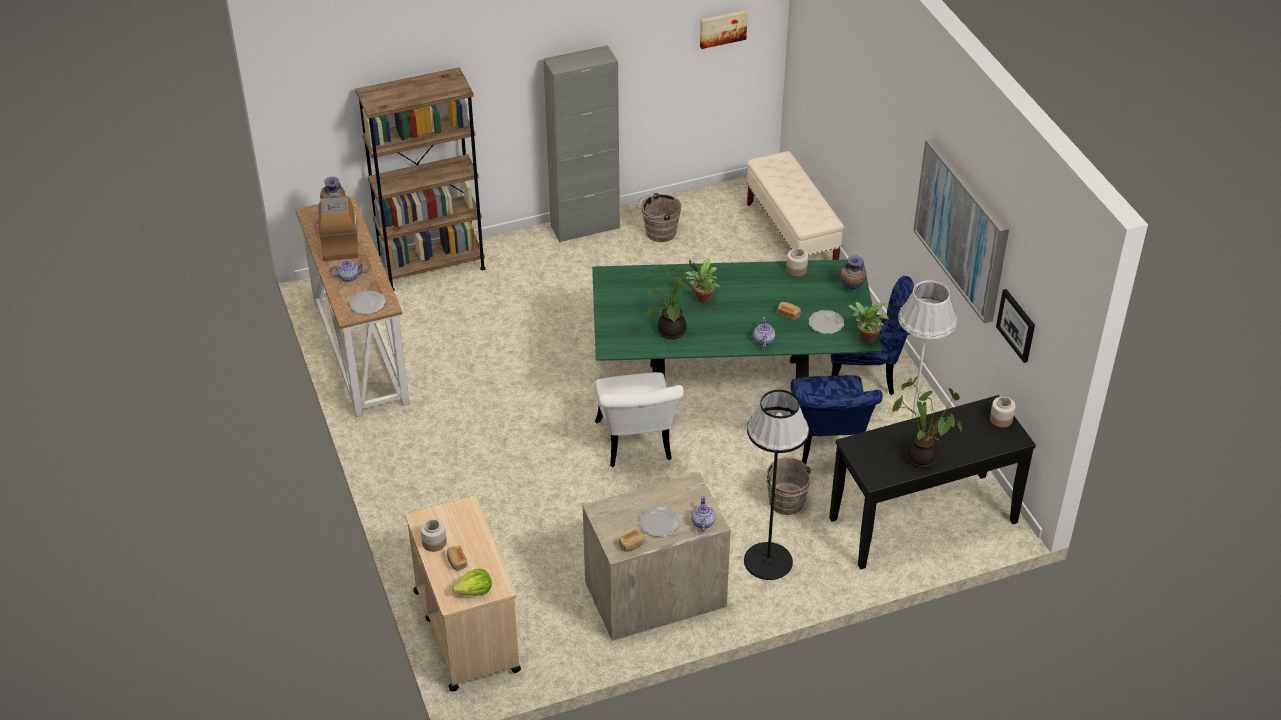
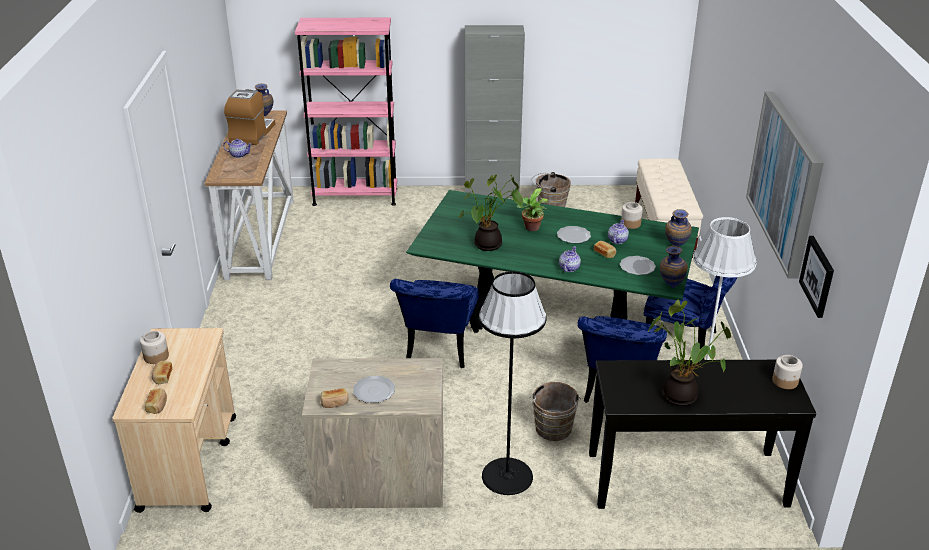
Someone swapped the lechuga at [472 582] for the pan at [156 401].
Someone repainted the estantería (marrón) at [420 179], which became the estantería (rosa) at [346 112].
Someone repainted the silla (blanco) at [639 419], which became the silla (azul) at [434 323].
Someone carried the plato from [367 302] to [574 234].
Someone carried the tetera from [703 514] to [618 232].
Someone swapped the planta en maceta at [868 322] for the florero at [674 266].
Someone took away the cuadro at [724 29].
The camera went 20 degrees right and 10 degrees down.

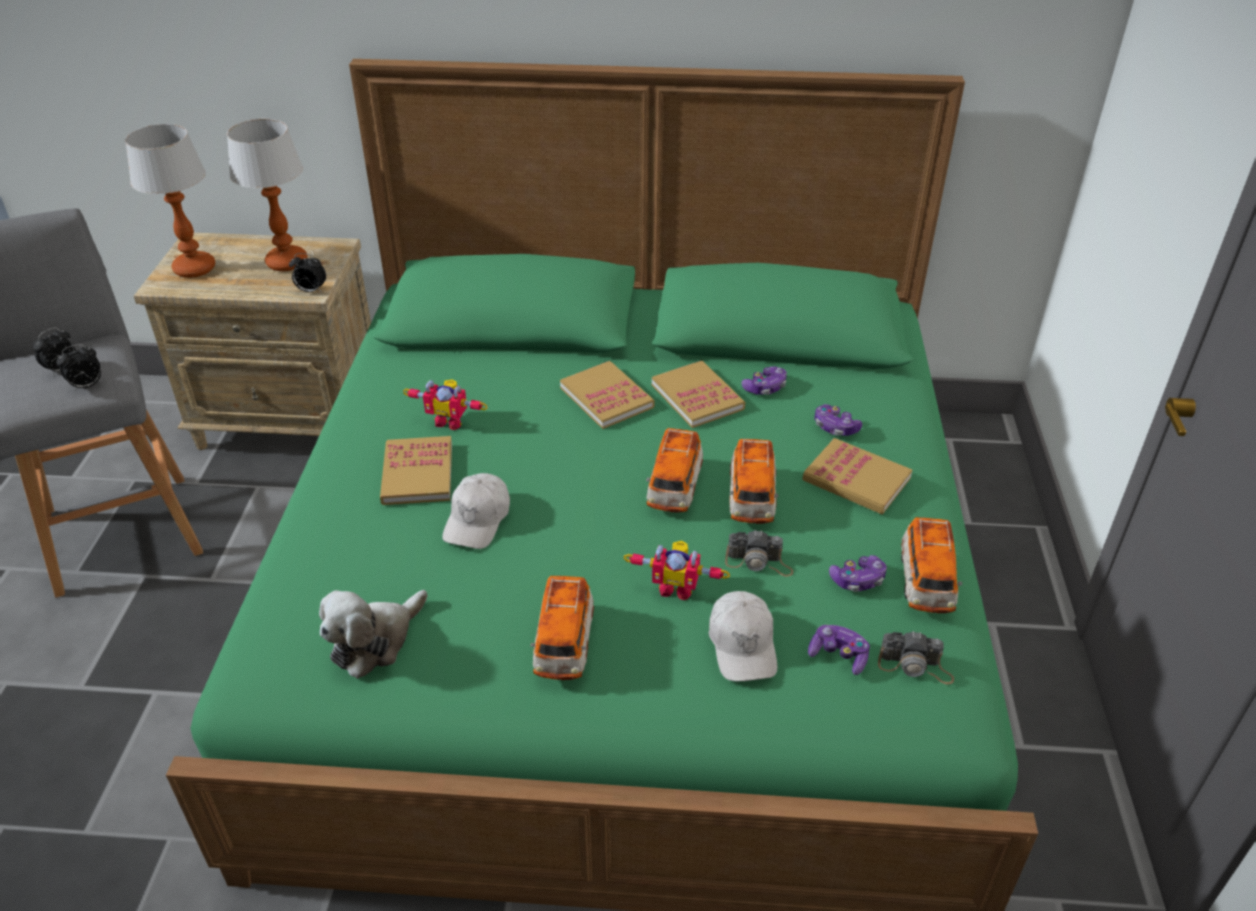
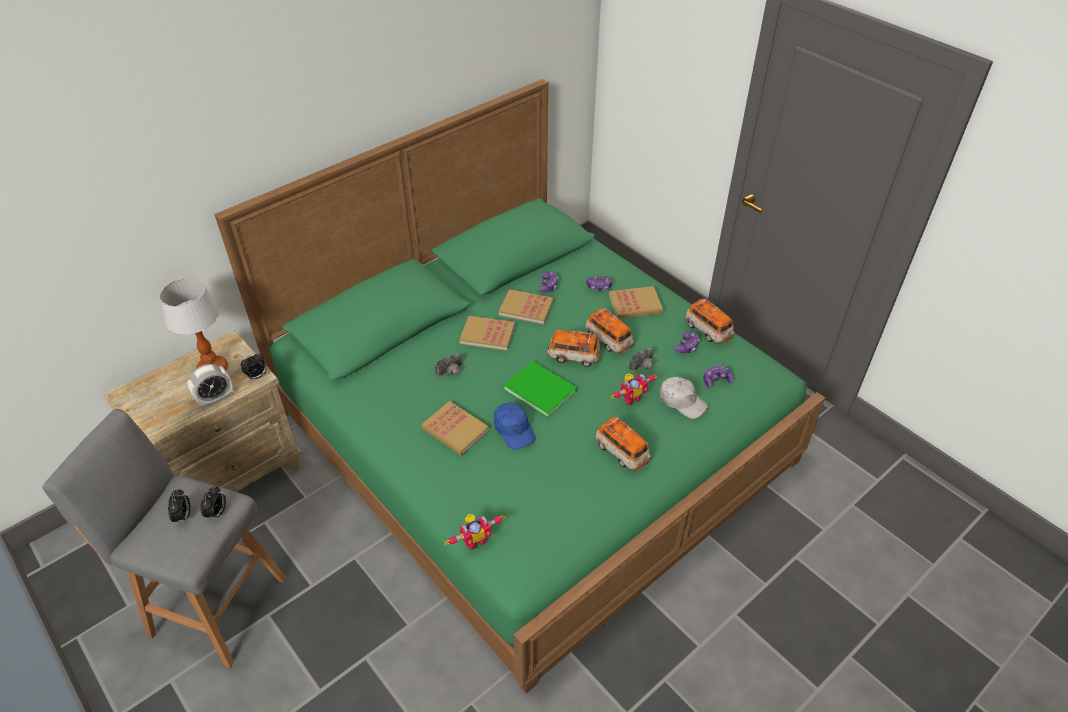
Someone put down the despertador at [210 385].
Someone carried the cámara from [916 657] to [453 366].
Someone carried the robot de juguete from [445 404] to [475 532].
Someone repainted the gorra (blanco) at [476 511], which became the gorra (azul) at [515 426].
Someone put down the libro (verde) at [540 389].
Someone rotated the coche de juguete at [674 470] by 135 degrees clockwise.
Someone took away the lámpara de mesa at [170 201].
Someone took away the peluche at [373 634].
The camera went 45 degrees left and 5 degrees up.

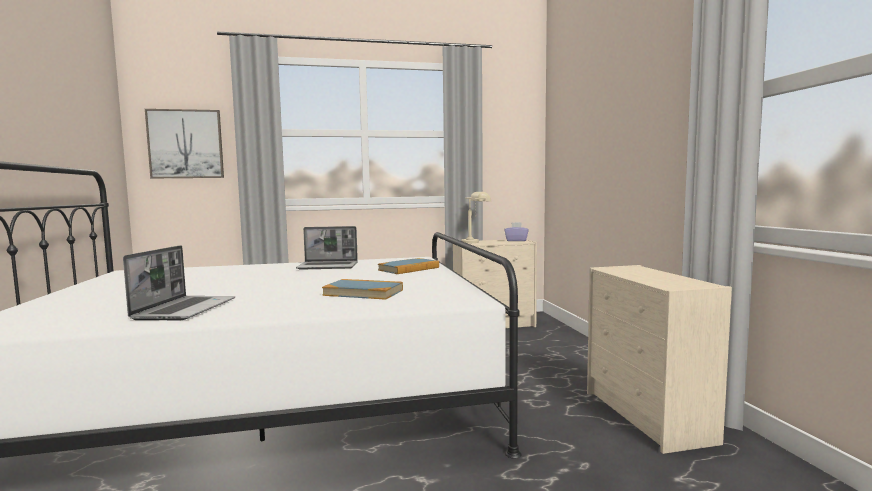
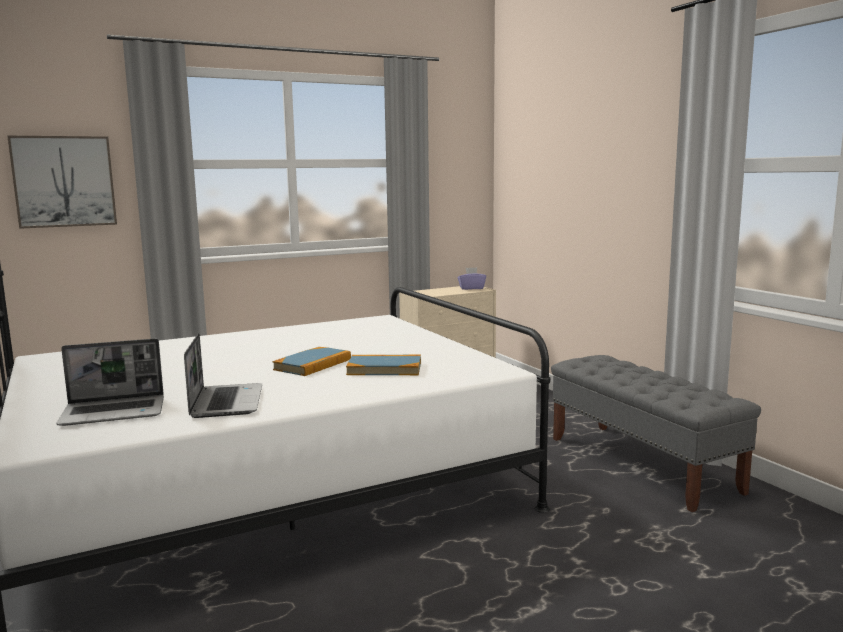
Someone carried the portátil from [327 248] to [110 382].
Someone carried the libro from [408 266] to [312 361].
Someone swapped the cómoda (beis) at [659 359] for the banco (gris) at [656 433].
Someone took away the lámpara de mesa (beis) at [476 217].
The camera went 15 degrees left and 5 degrees up.

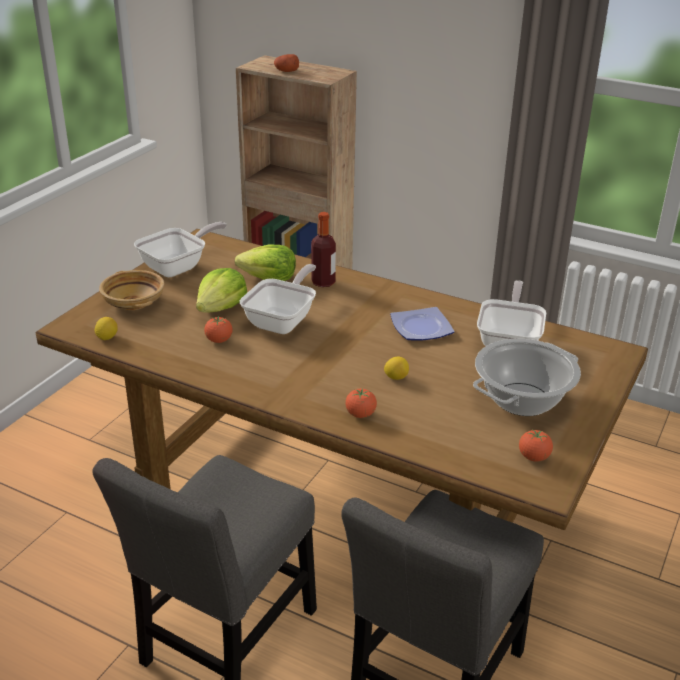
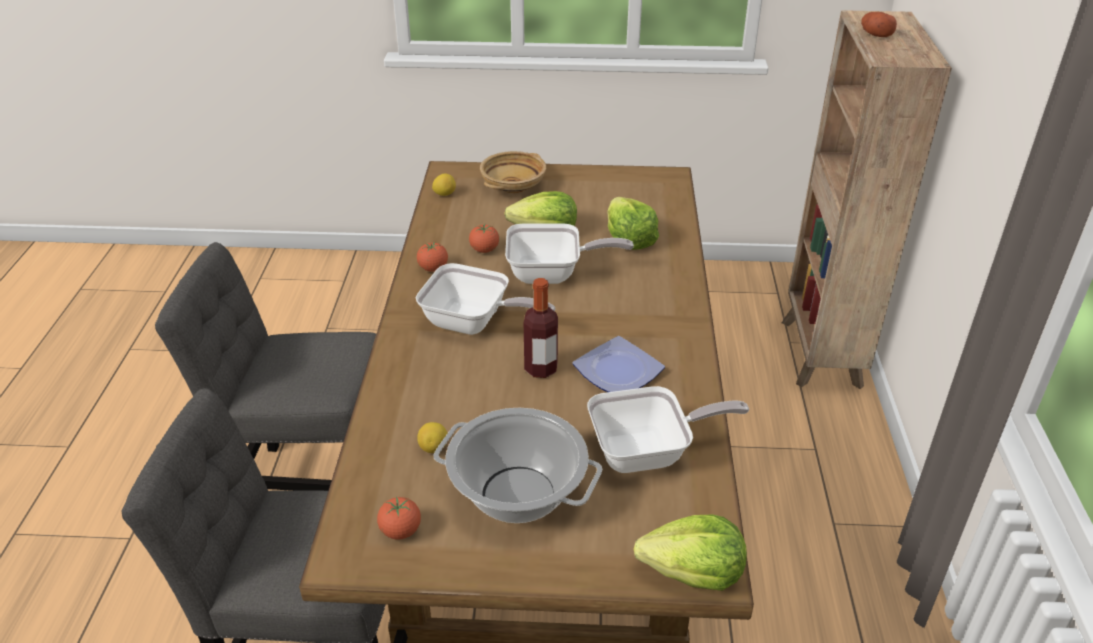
Someone carried the sartén from [180 249] to [485 299].
Someone carried the tomate from [361 403] to [432 257].
Someone carried the limón from [396 368] to [432 437].
Someone carried the botella from [323 249] to [541 328].
Someone put down the lechuga at [690 553].
The camera went 65 degrees right and 5 degrees up.

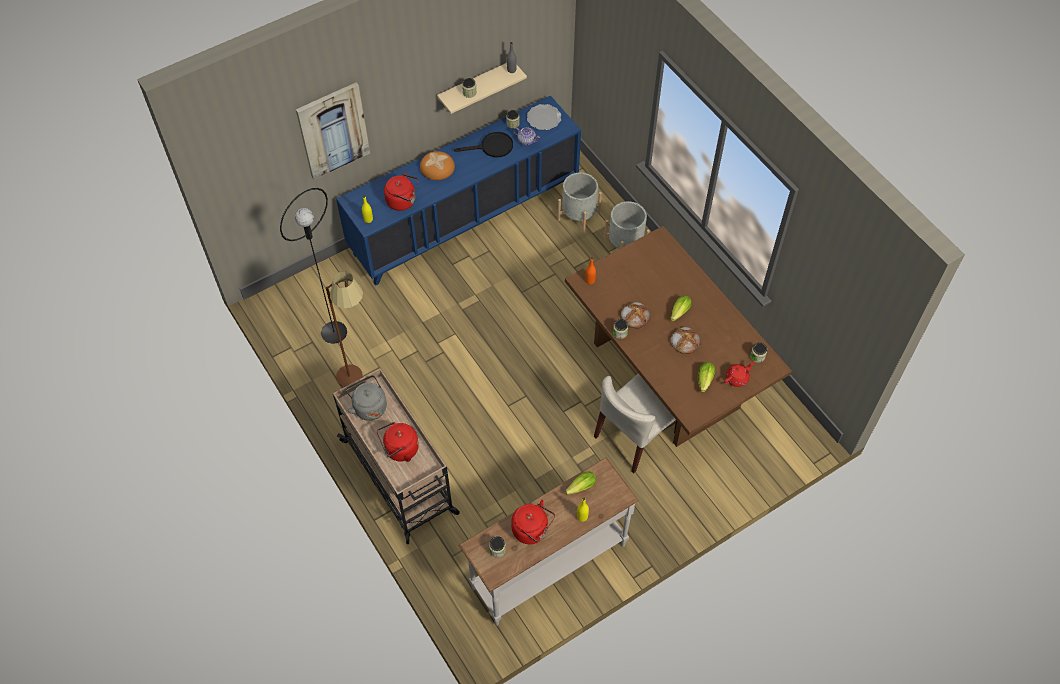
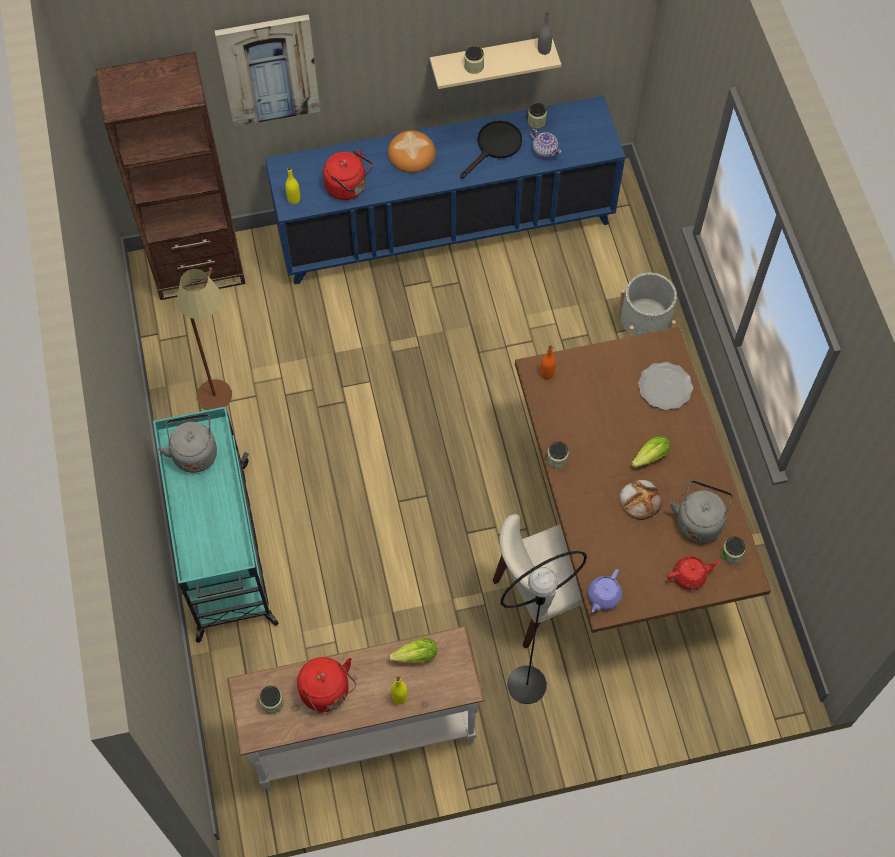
Someone put down the estantería (marrón) at [171 176].
Someone repainted the carrito (beis) at [396 456], which became the carrito (turquesa) at [216 524].
Someone rotated the sartén (negro) at [483 144] by 60 degrees counterclockwise.
Someone carried the lámpara de pie (negro) from [313 266] to [544 627].
Someone put down the tetera (morado) at [605 590].
Someone carried the plato from [544 117] to [665 386].
Someone put down the hervidor (gris) at [701 511].
Someone took away the hervidor (rojo) at [398 442].
Someone took away the maceta (gris) at [580 202].
Someone took away the pan at [635 315].
Someone took away the lechuga at [706 377].
The camera went 20 degrees right and 5 degrees up.

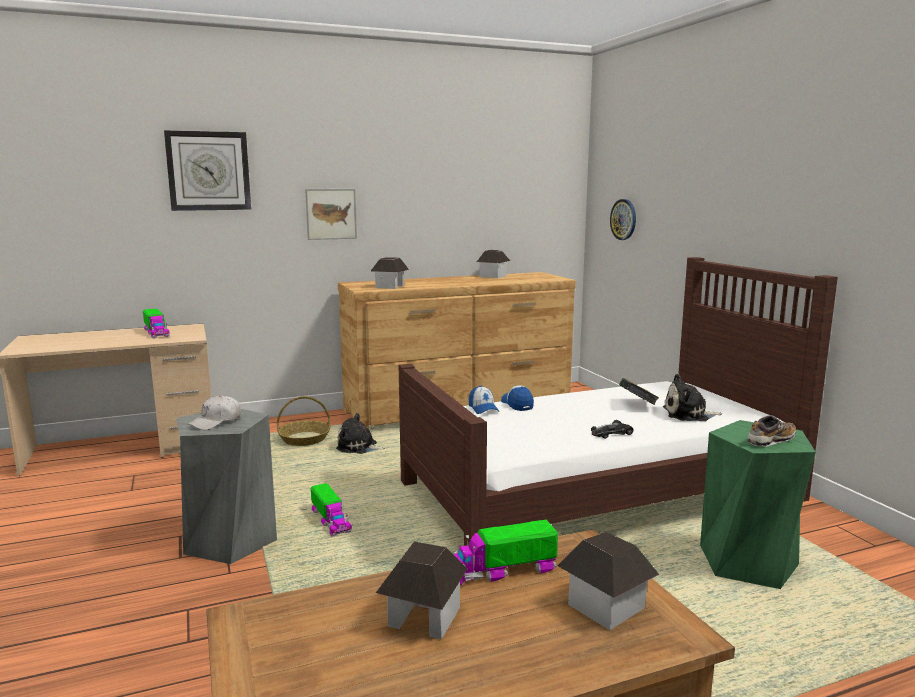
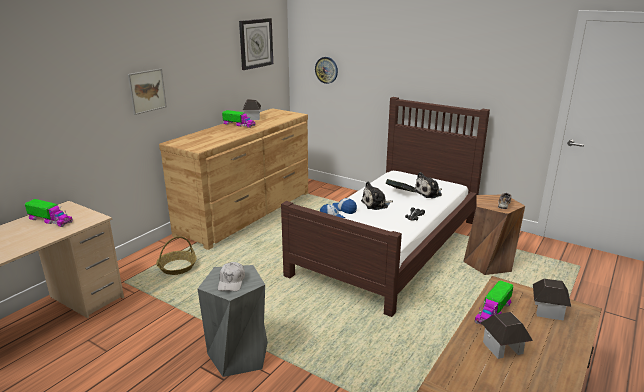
Someone carried the camión de juguete from [331 510] to [239 119].
Someone carried the reloj de pared from [207 170] to [256 44].
Someone carried the peluche from [360 433] to [377 195].
Someone repainted the taburete (verde) at [758 504], which became the taburete (marrón) at [494 235].
Someone took away the casita at [390 273].
The camera went 35 degrees left and 10 degrees up.

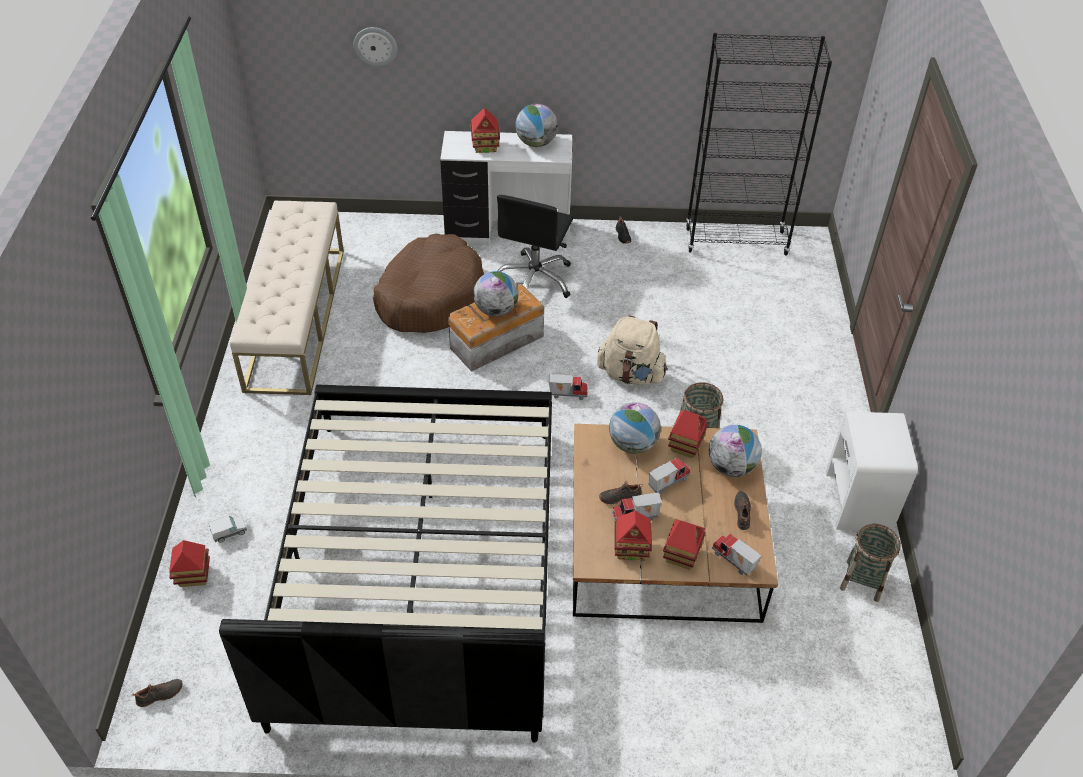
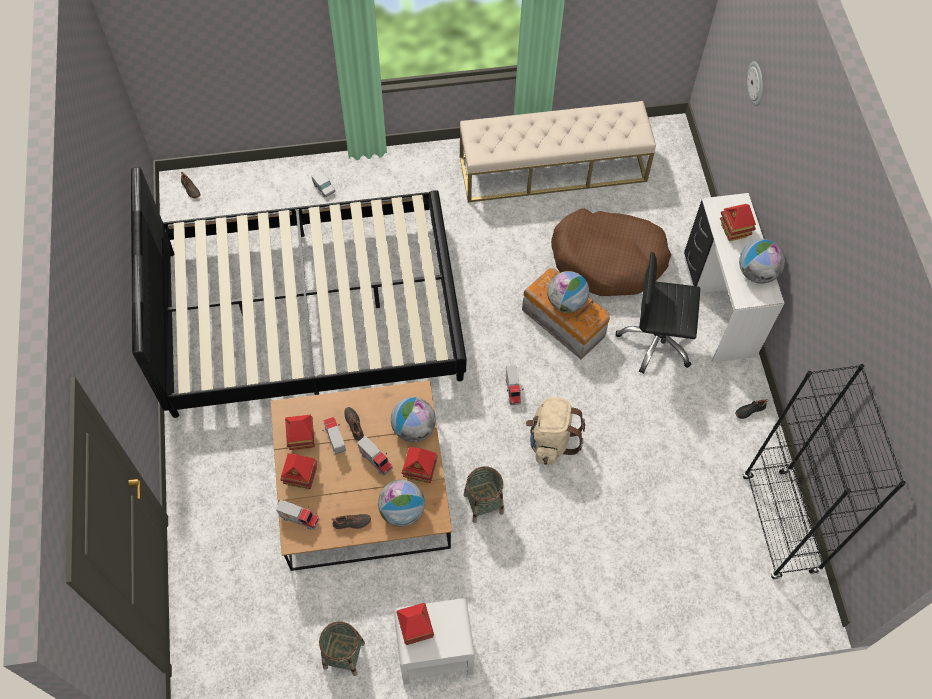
Someone rotated the camión de juguete at [736 555] by 75 degrees clockwise.
Someone carried the casita from [189 563] to [415 624].
The camera went 80 degrees right and 15 degrees up.

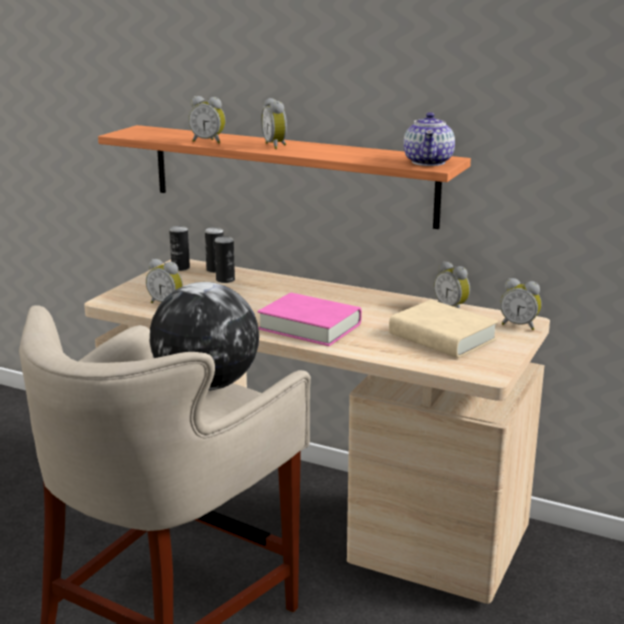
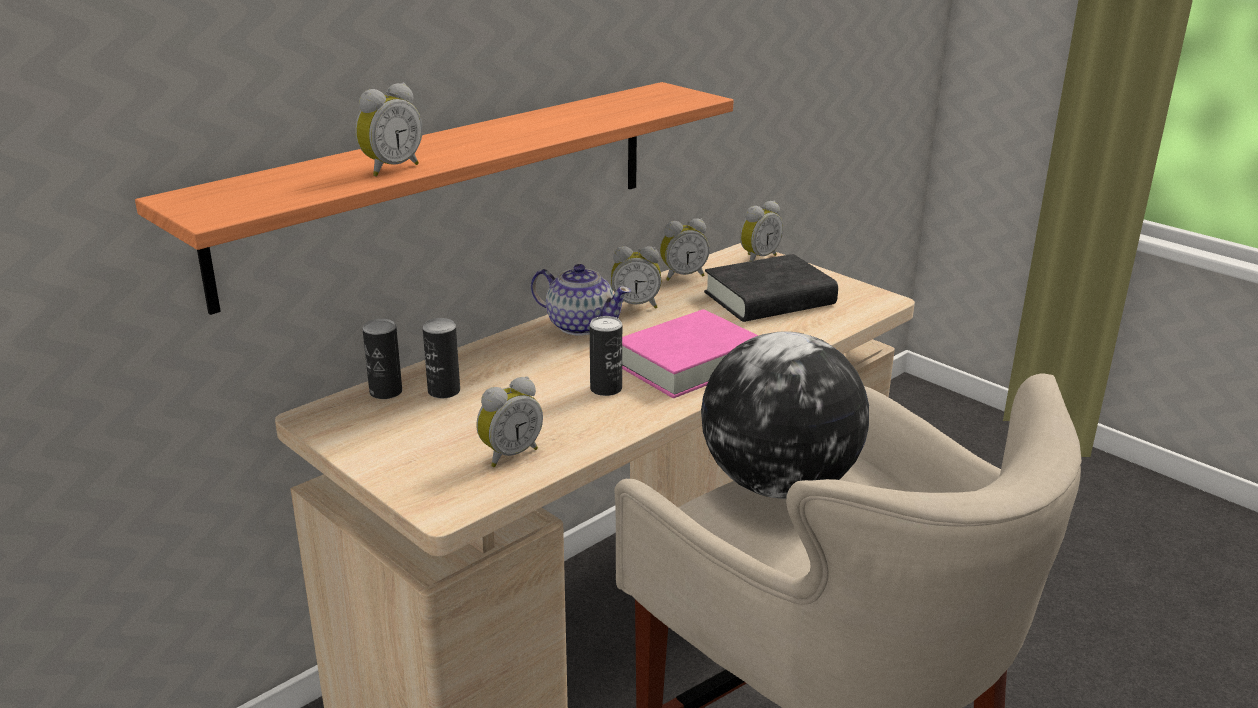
Someone carried the tetera from [429 139] to [581 300].
Someone carried the lata from [179 248] to [606 356].
Someone carried the despertador from [274 123] to [636 277].
Someone repainted the libro (beis) at [443 329], which became the libro (negro) at [771 288].
The camera went 70 degrees left and 5 degrees up.

